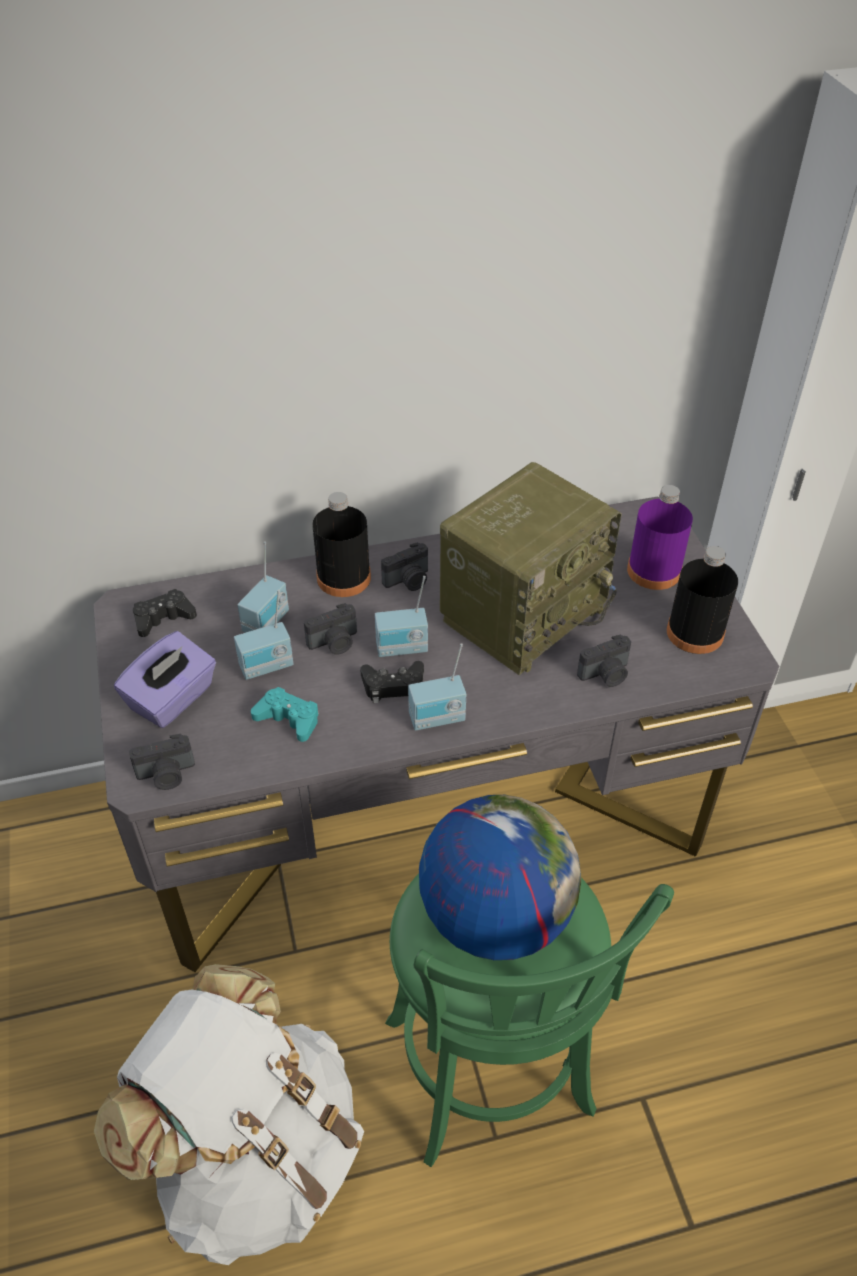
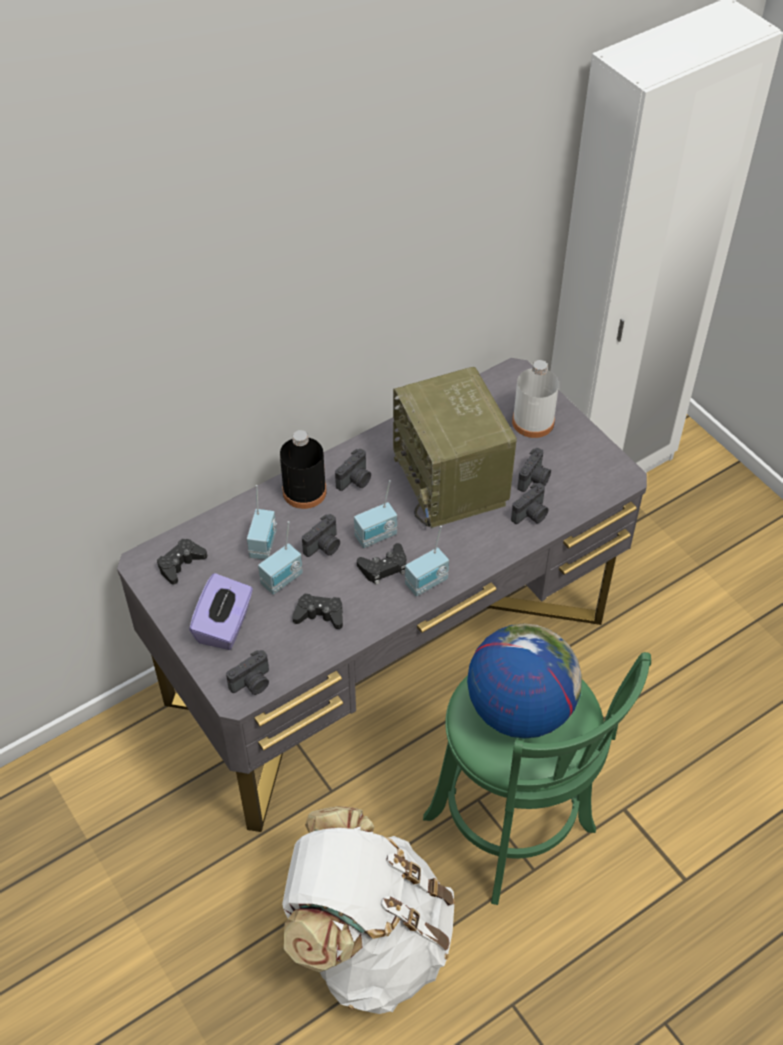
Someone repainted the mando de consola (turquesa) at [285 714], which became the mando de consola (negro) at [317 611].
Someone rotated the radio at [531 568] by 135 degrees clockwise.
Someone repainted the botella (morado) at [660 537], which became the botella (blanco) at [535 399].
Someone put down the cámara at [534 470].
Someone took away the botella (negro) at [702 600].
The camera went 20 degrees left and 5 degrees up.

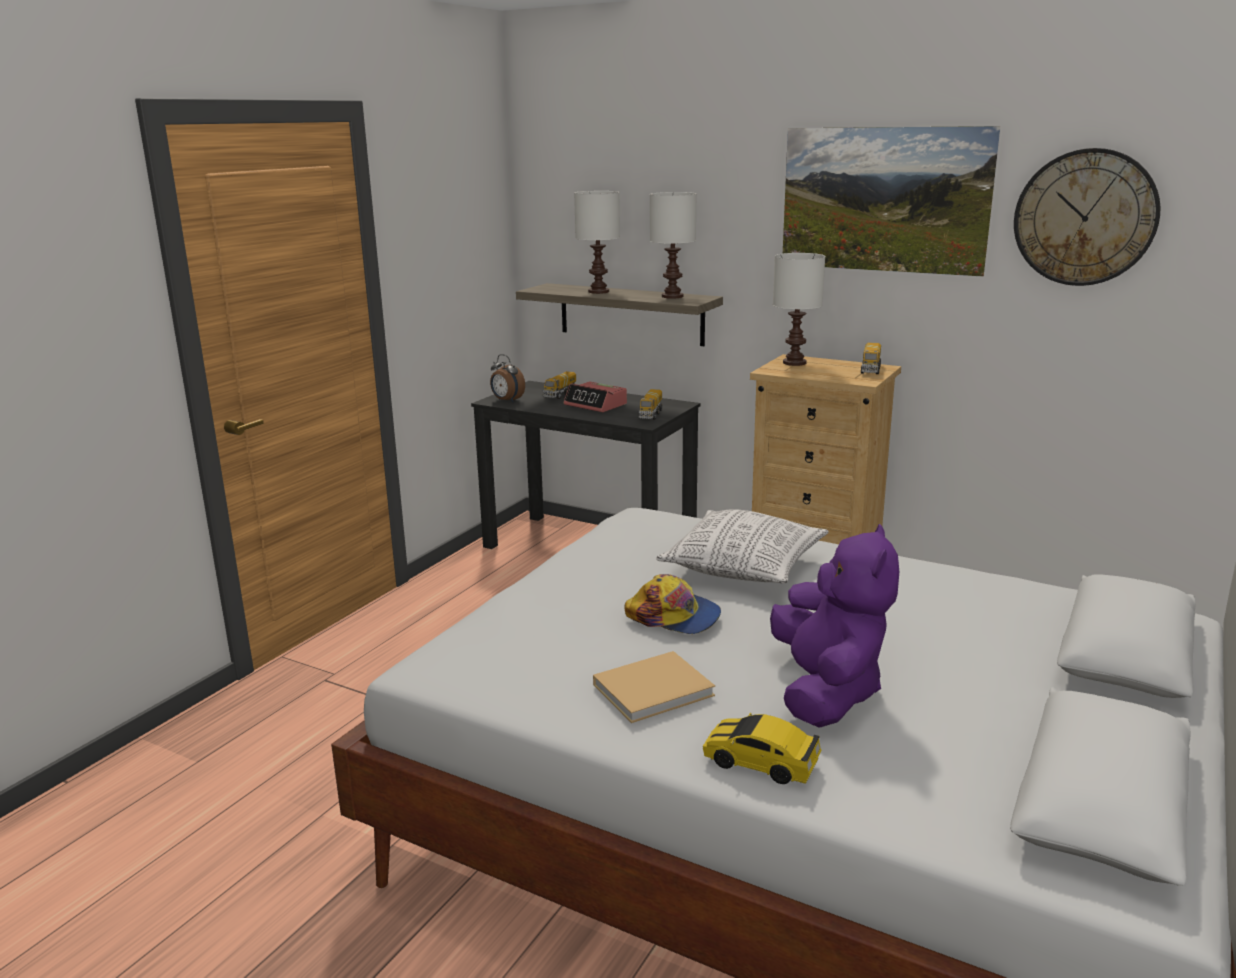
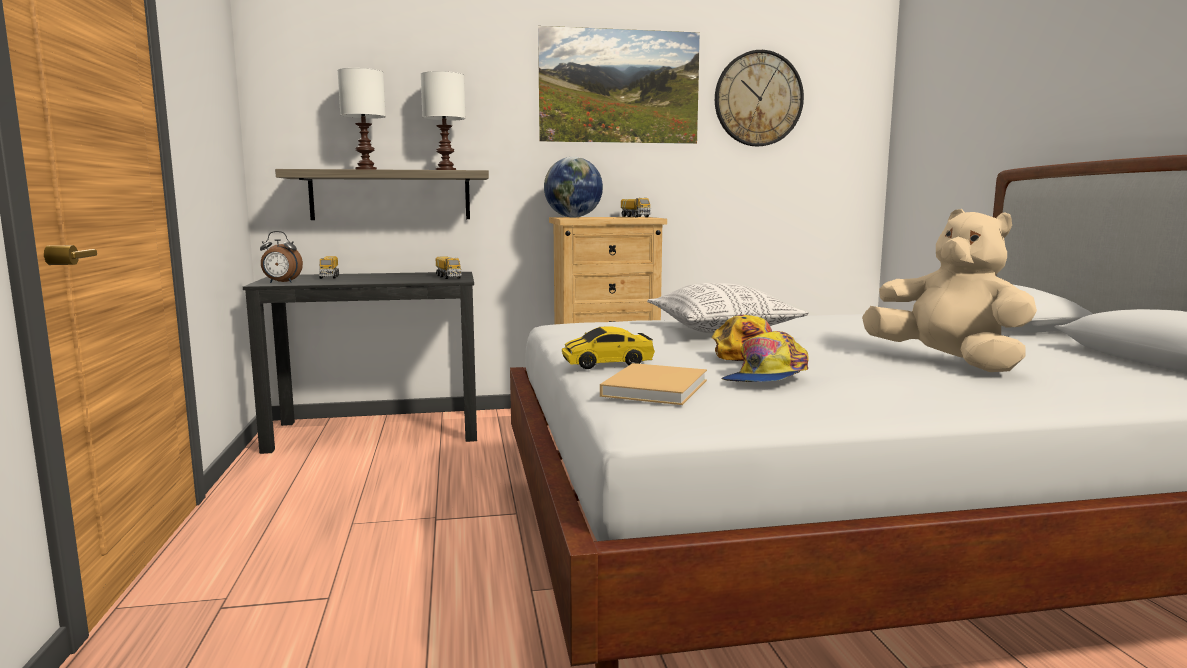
Someone swapped the lámpara de mesa (blanco) at [799 309] for the globo terráqueo at [573 187].
Someone carried the coche de juguete from [762 748] to [608 347].
Someone carried the libro (beis) from [654 687] to [653 384].
Someone put down the gorra at [765 356].
Someone repainted the peluche (morado) at [834 626], which became the peluche (beis) at [949 290].
Someone took away the despertador at [595 396].
The camera went 40 degrees left and 10 degrees down.

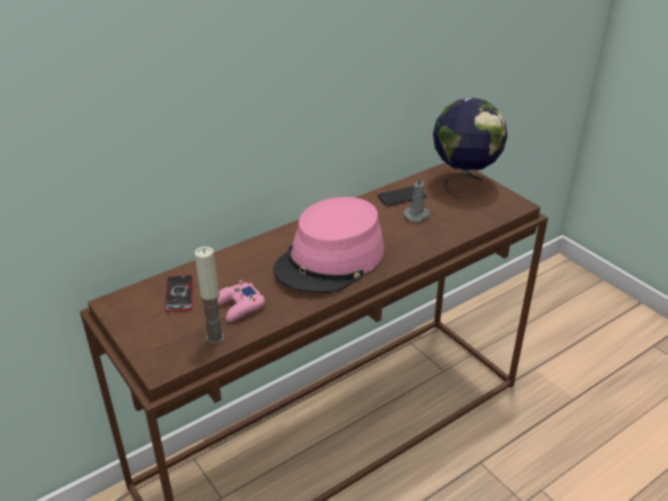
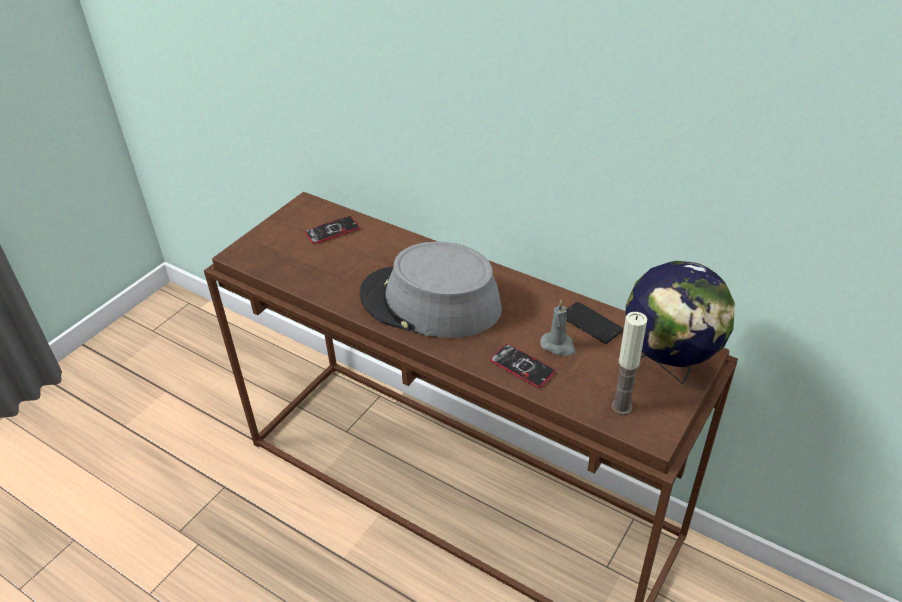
Someone repainted the sombrero (rosa) at [328 245], which became the sombrero (gris) at [431 290].
Someone put down the móvil at [523 366].
Someone carried the vela from [210 295] to [629 363].
Someone took away the mando de consola (rosa) at [241 301].
The camera went 70 degrees right and 5 degrees up.

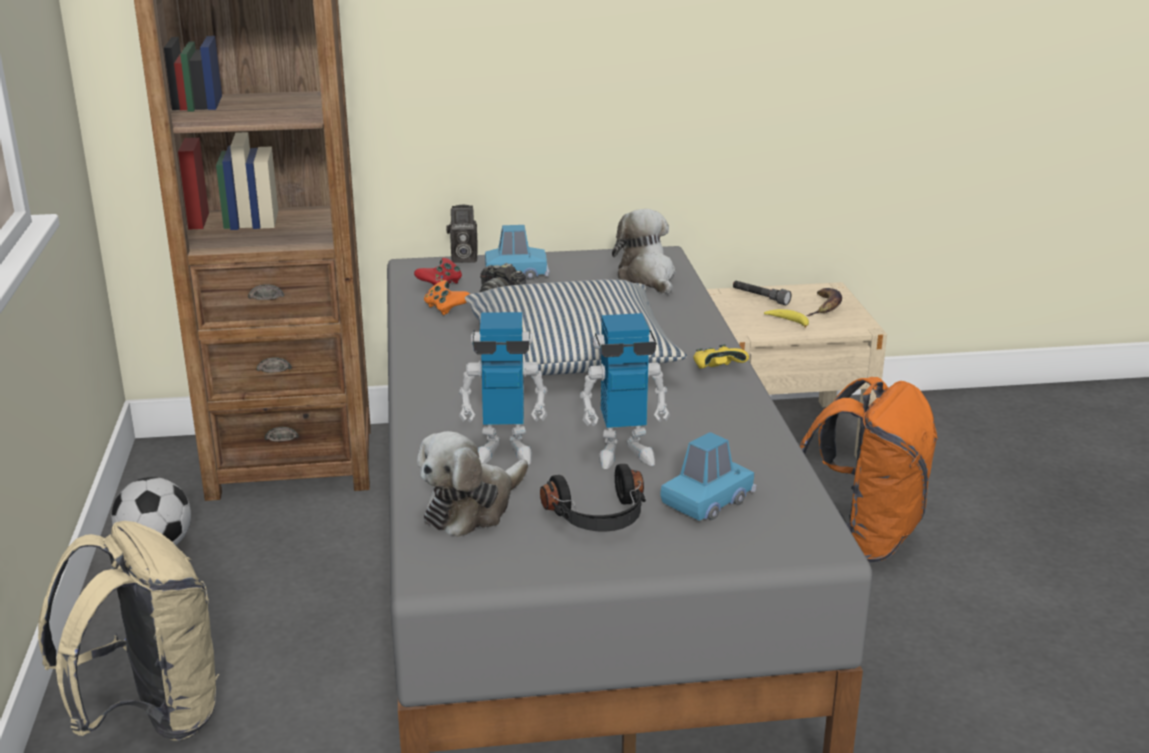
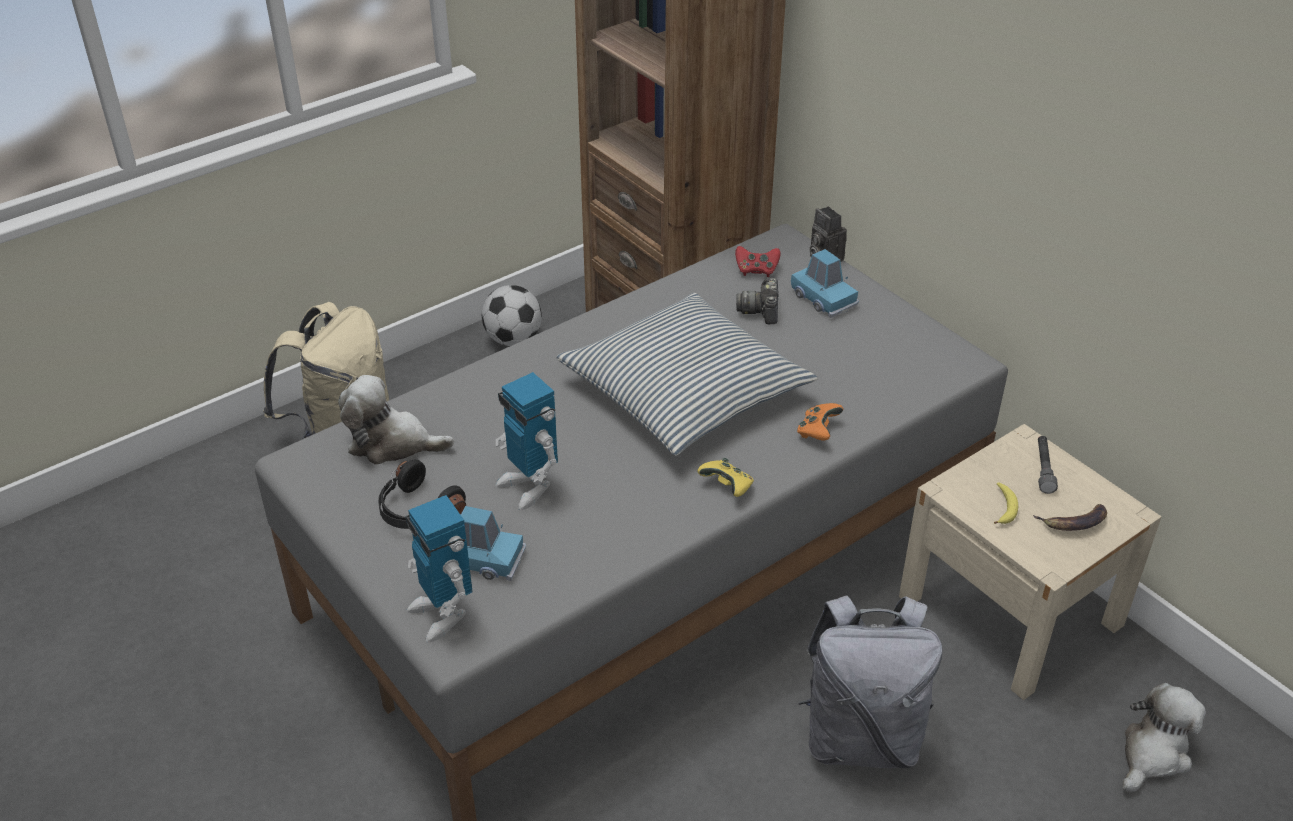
Someone carried the robot de juguete from [503 388] to [439 568].
Someone carried the mando de consola (naranja) from [447 297] to [820 421].
Someone repainted the mochila (naranja) at [869 470], which became the mochila (gris) at [871 681].
Someone carried the peluche from [644 251] to [1164 737].
The camera went 60 degrees right and 15 degrees up.

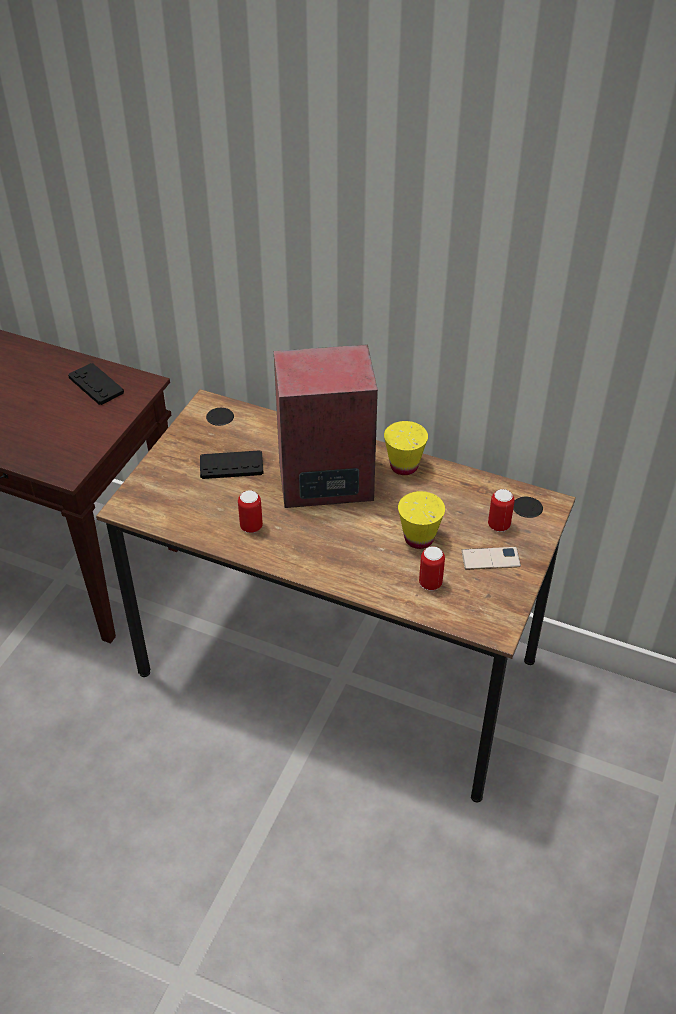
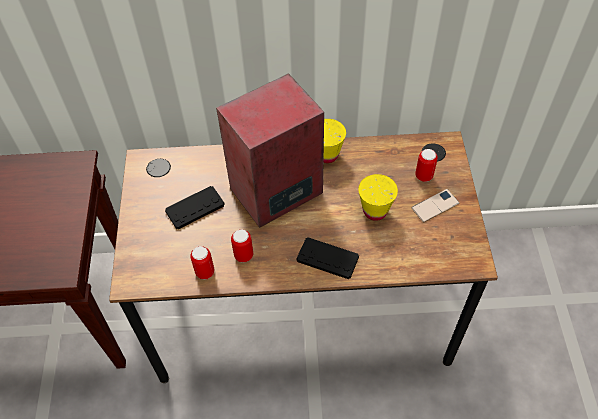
Someone carried the lata from [432 568] to [202 263].
Someone carried the mando de consola (negro) from [96 384] to [328 258].
The camera went 25 degrees left and 10 degrees up.

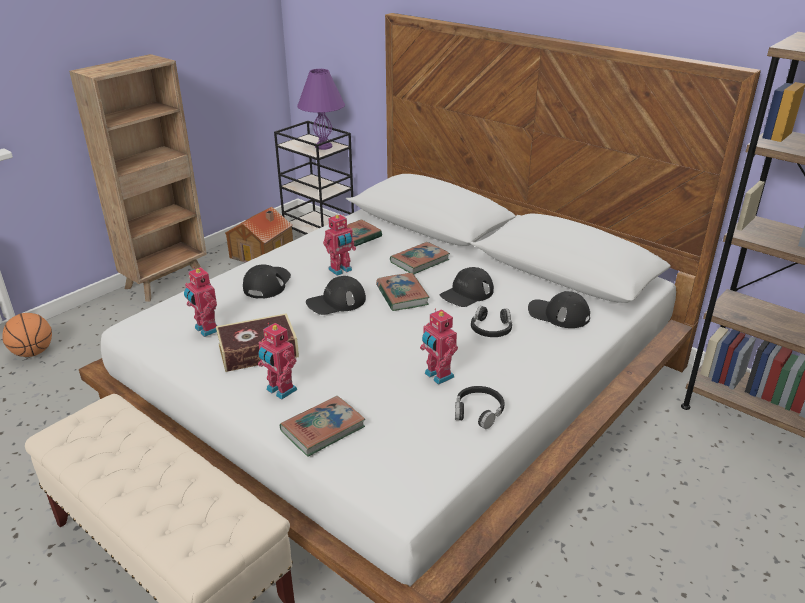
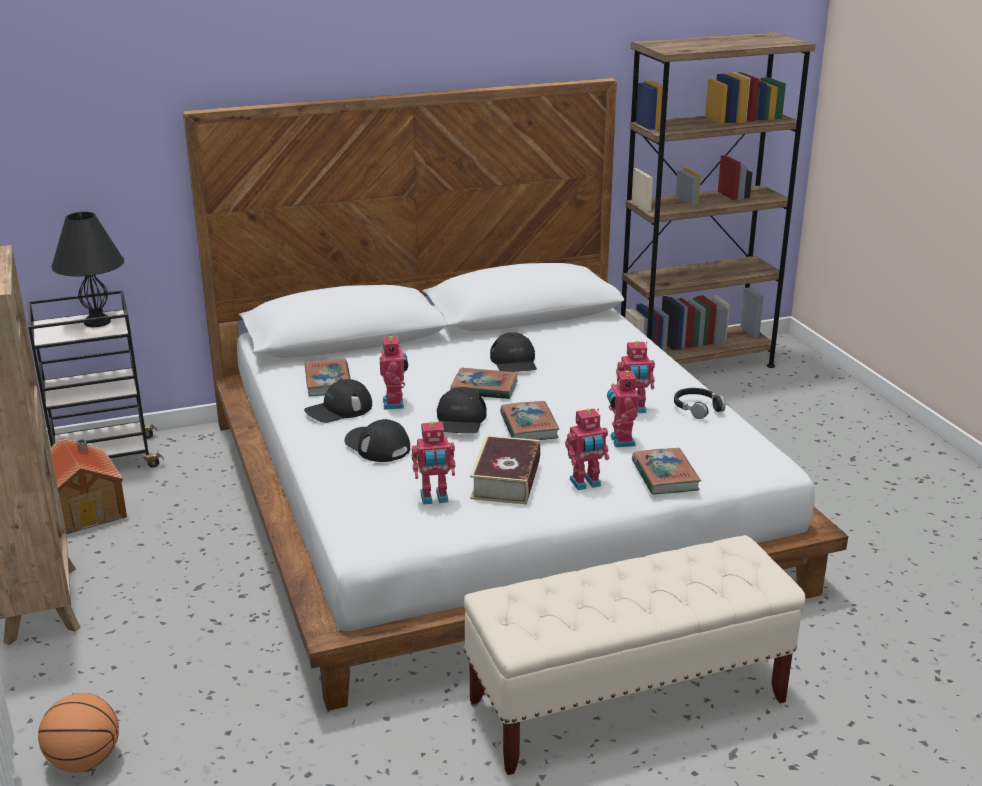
Someone repainted the lámpara de mesa (morado) at [321 109], which became the lámpara de mesa (negro) at [87 269].
Someone carried the gorra (negro) from [559 309] to [338 401].
Someone carried the libro from [420 258] to [529 420].
Someone put down the robot de juguete at [623 407].
Someone took away the auriculares (negro) at [491 321].
The camera went 60 degrees left and 5 degrees down.

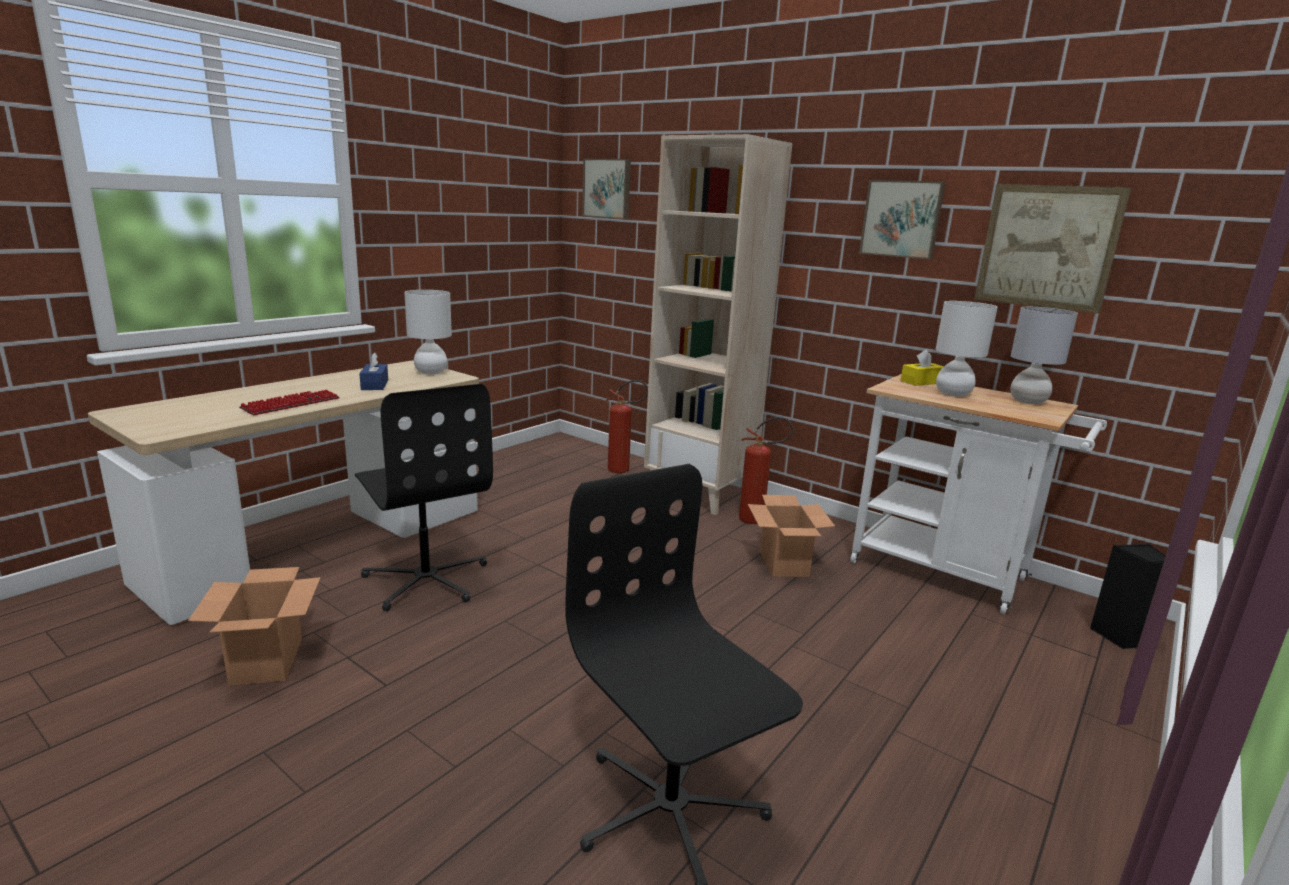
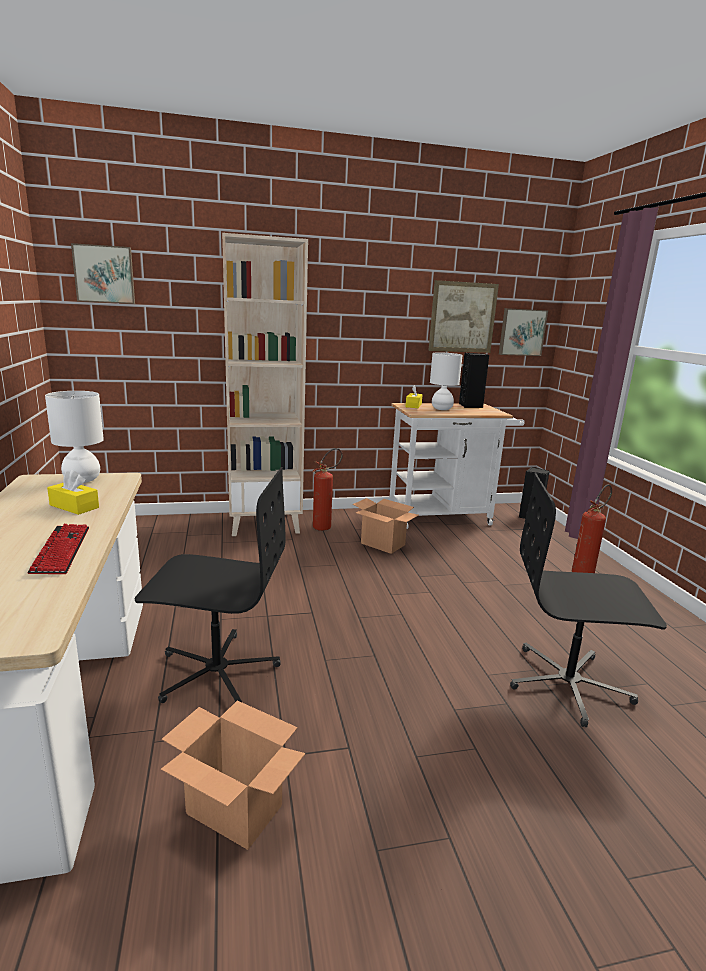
Someone repainted the caja de pañuelos (azul) at [373 371], which became the caja de pañuelos (amarillo) at [73 492].
Someone swapped the lámpara de mesa (gris) at [1044 355] for the altavoz (negro) at [474 380].
Someone carried the cuadro from [902 220] to [523 332].
Someone carried the extintor from [627 426] to [592 528].
The camera went 50 degrees left and 0 degrees up.

